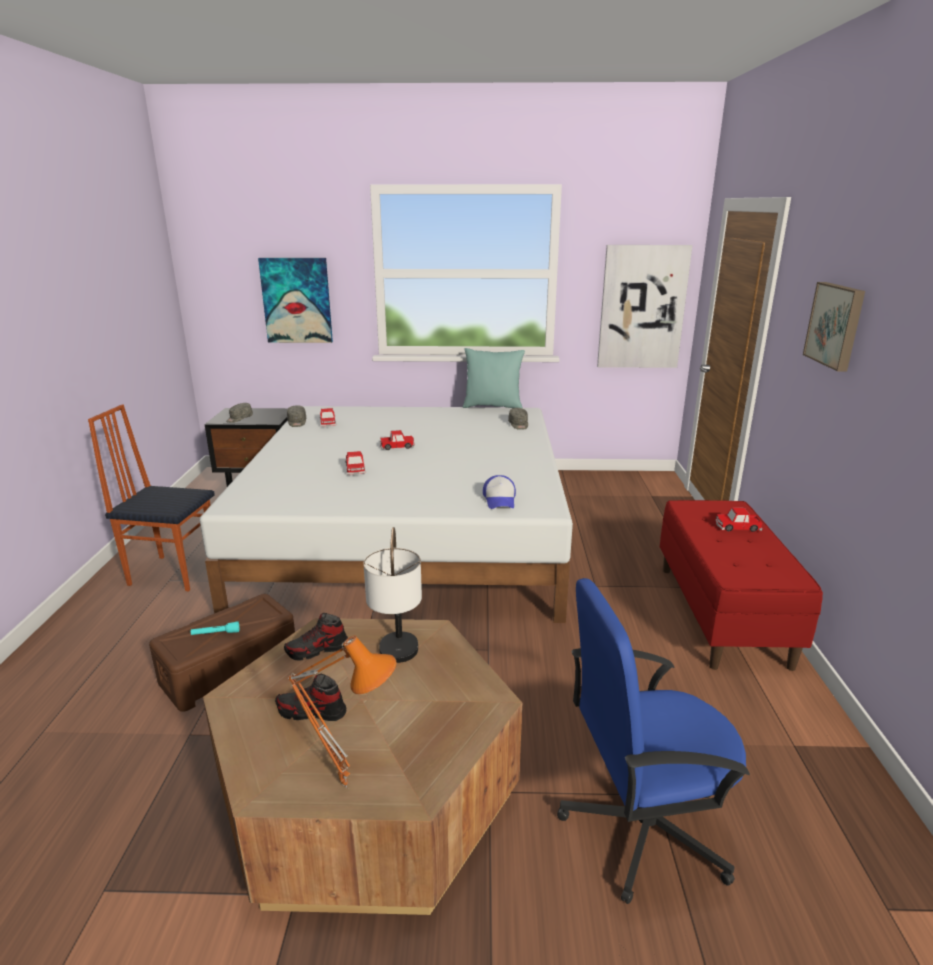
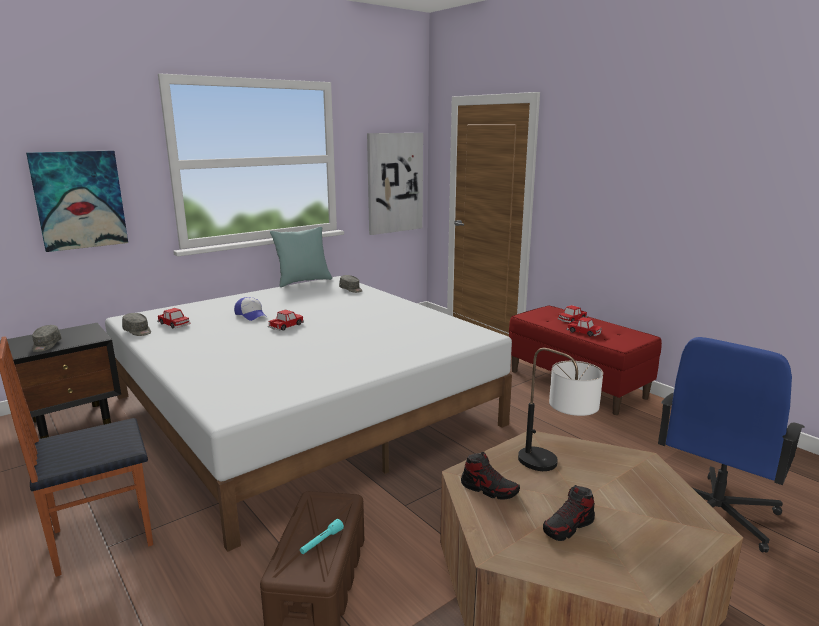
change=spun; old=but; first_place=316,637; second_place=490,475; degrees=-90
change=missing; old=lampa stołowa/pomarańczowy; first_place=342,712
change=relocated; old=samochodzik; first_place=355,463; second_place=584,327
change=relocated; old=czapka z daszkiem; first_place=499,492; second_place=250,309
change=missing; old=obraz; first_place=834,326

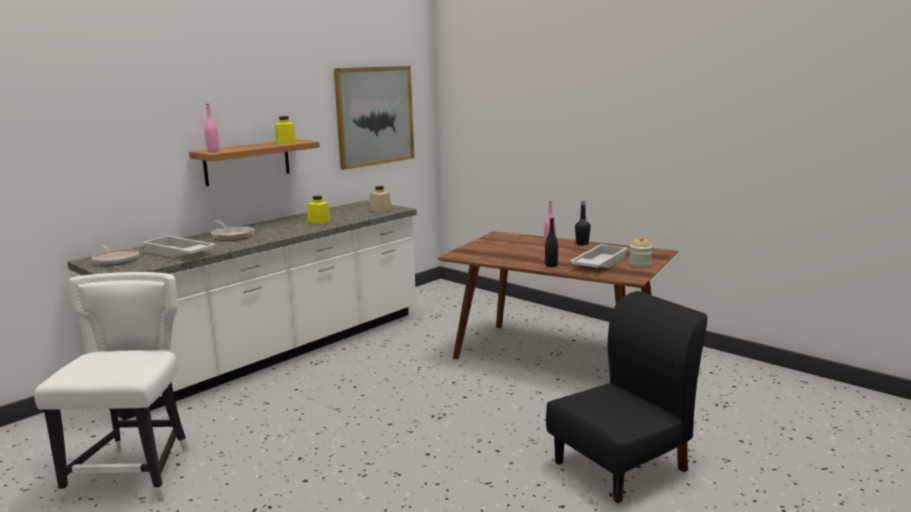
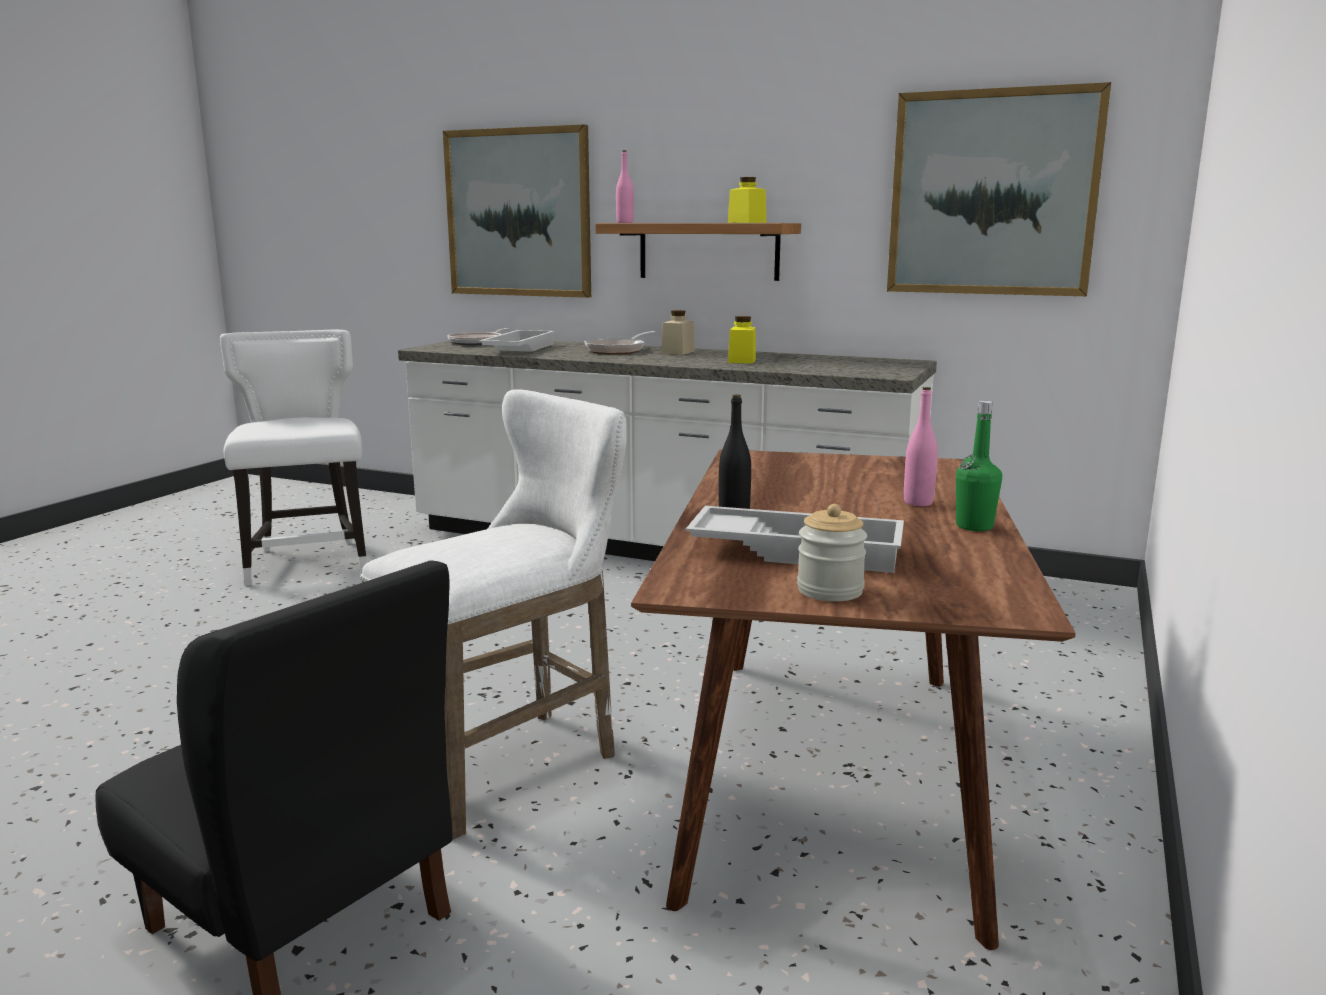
change=spun; old=krzesło/biały; first_place=111,387; second_place=293,458; degrees=-90
change=relocated; old=słoik/beżowy; first_place=380,199; second_place=678,332
change=colour; old=butelka/czarny; new=butelka/zielony; first_place=583,222; second_place=979,466
change=appeared; new=stołek/biały; second_place=493,614
change=appeared; new=obraz; second_place=517,211

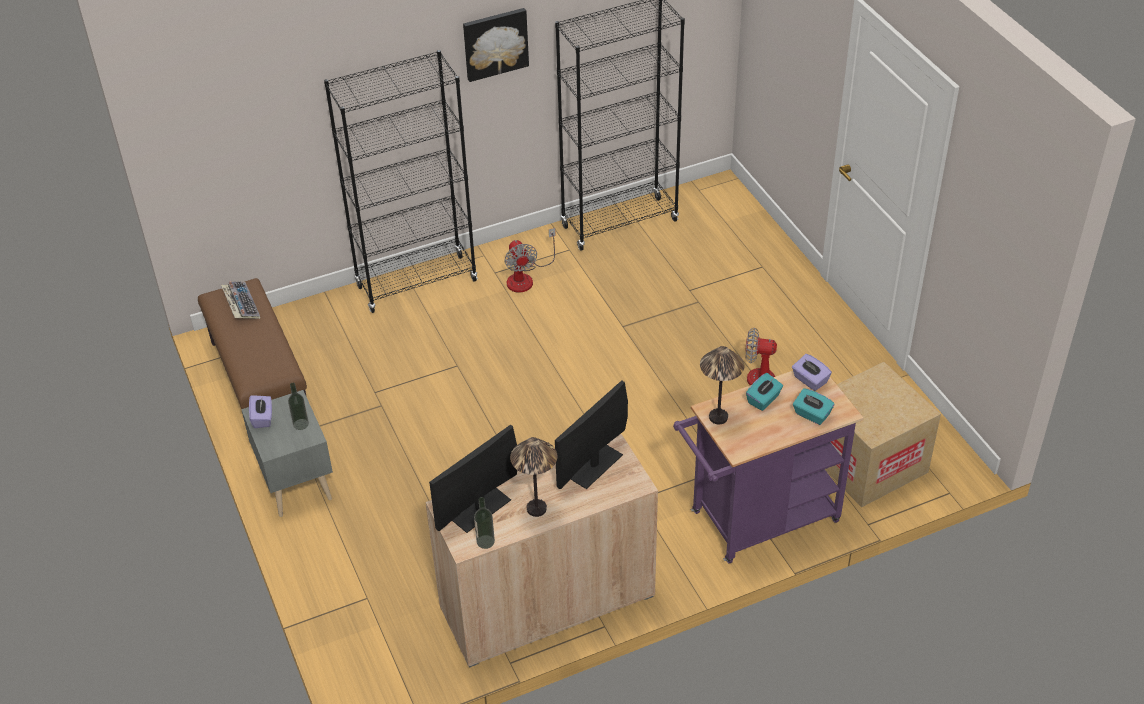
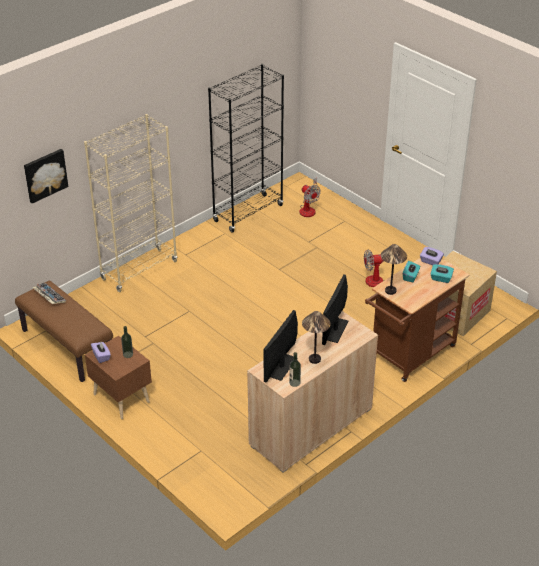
change=colour; old=szafka nocna/szary; new=szafka nocna/brązowy; first_place=287,453; second_place=118,377
change=colour; old=regał/czarny; new=regał/beżowy; first_place=401,181; second_place=130,203
change=relocated; old=obraz; first_place=496,45; second_place=46,176
change=relocated; old=wentylator; first_place=530,260; second_place=309,197
change=colour; old=wózek/fioletowy; new=wózek/brązowy; first_place=768,467; second_place=417,320

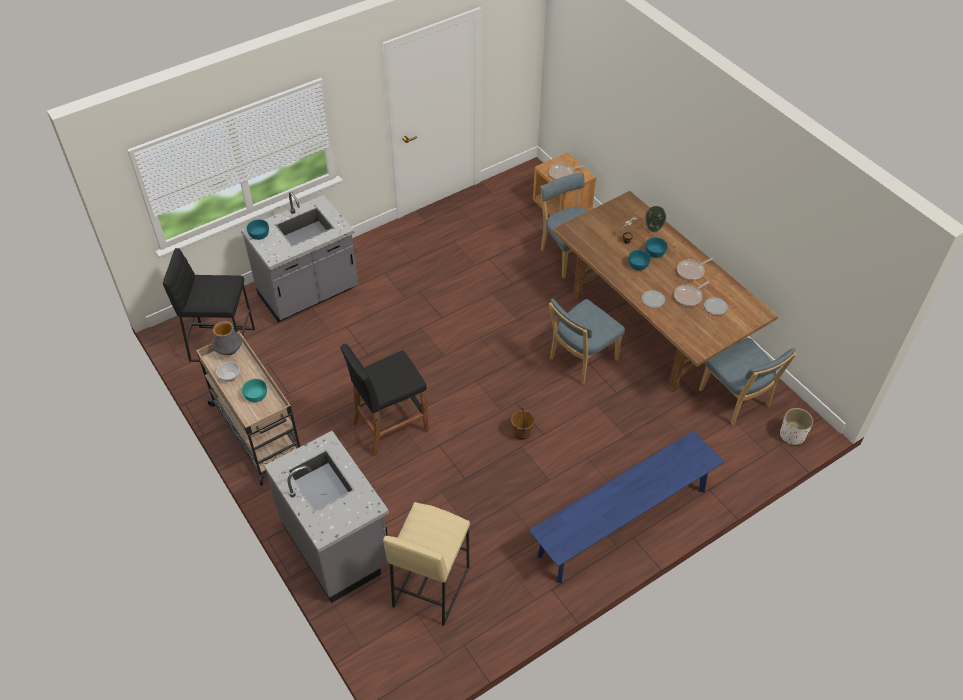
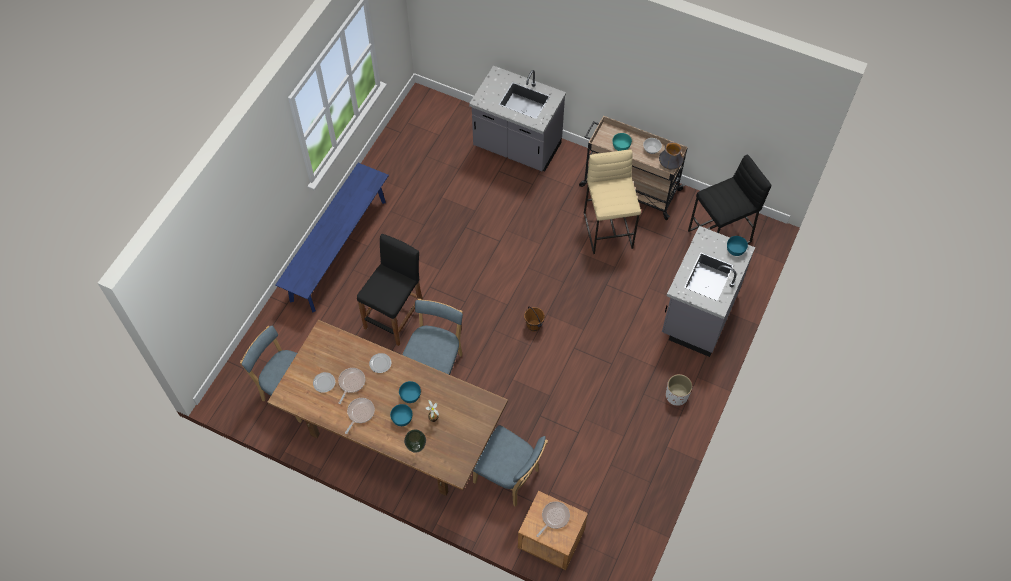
change=relocated; old=stołek/czarny; first_place=385,400; second_place=390,290
change=relocated; old=stołek/beżowy; first_place=426,564; second_place=612,201
change=relocated; old=wiadro/brązowy; first_place=523,423; second_place=534,319
change=relocated; old=donica/biały; first_place=796,426; second_place=679,390

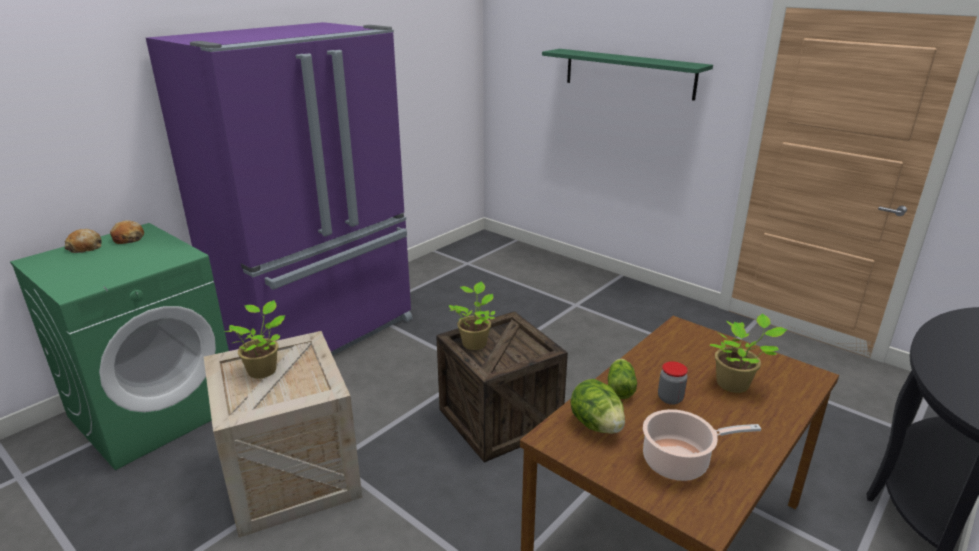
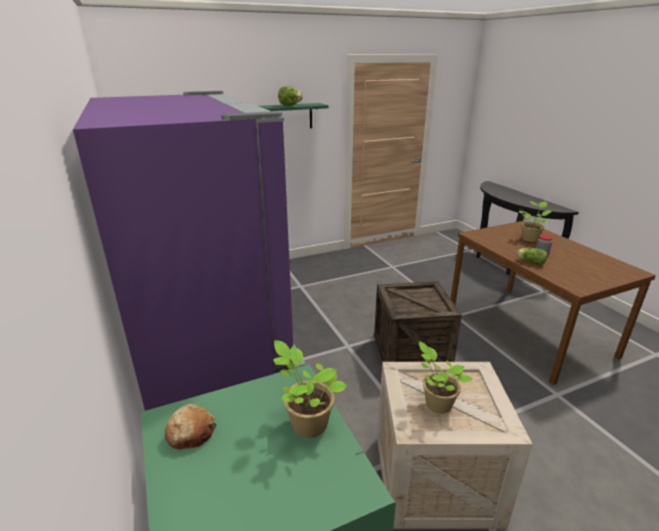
change=missing; old=chleb; first_place=83,241
change=relocated; old=roślina doniczkowa; first_place=472,316; second_place=310,389
change=relocated; old=sałata; first_place=597,406; second_place=290,96
change=missing; old=garnek; first_place=702,445

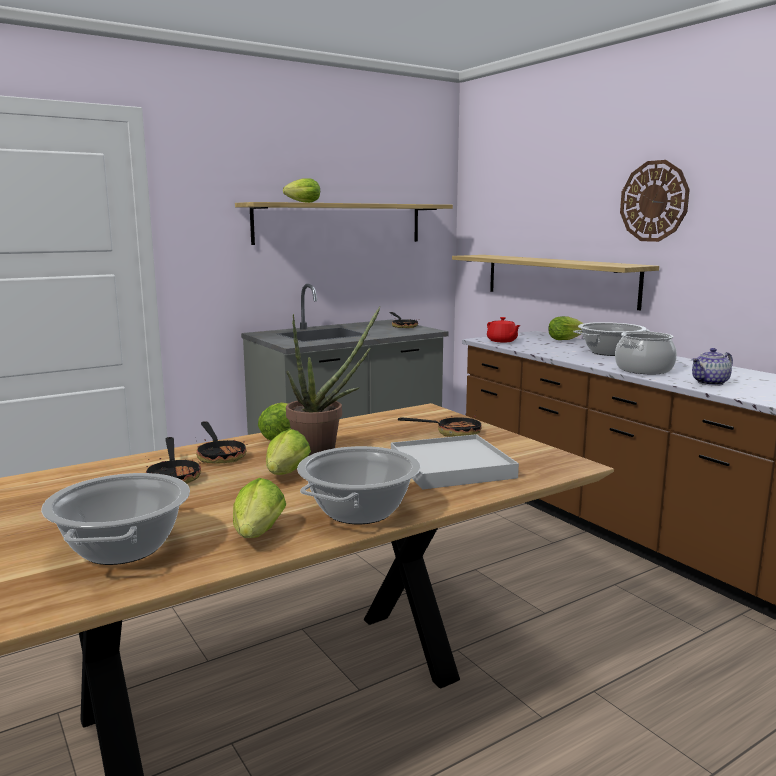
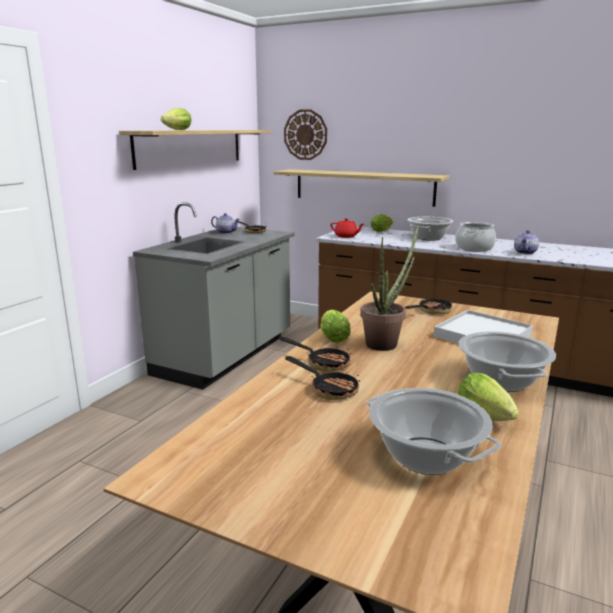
change=missing; old=sałata; first_place=288,452
change=relocated; old=zegar ścienny; first_place=655,201; second_place=305,134
change=appeared; new=imbryk; second_place=225,223

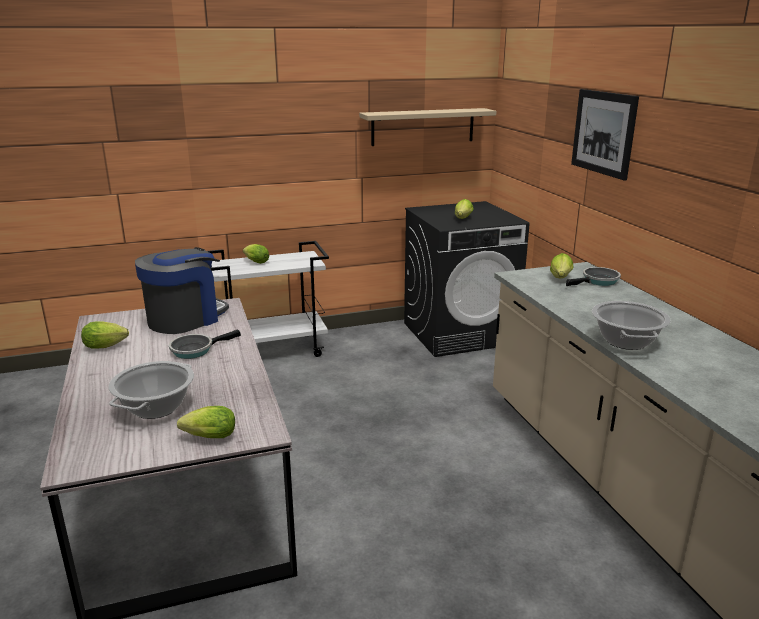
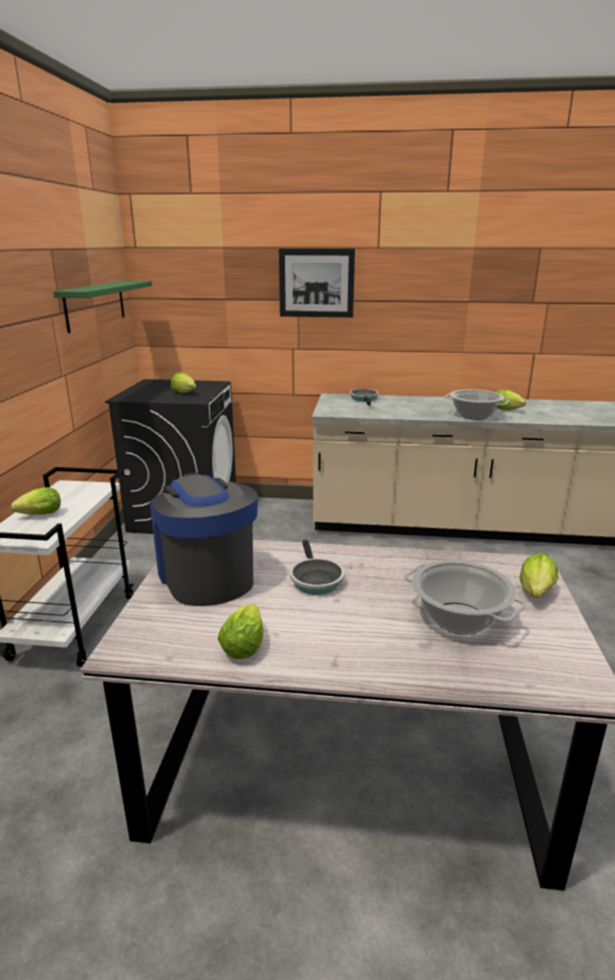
change=colour; old=półka/beżowy; new=półka/zielony; first_place=428,127; second_place=102,307
change=relocated; old=sałata; first_place=561,265; second_place=511,399

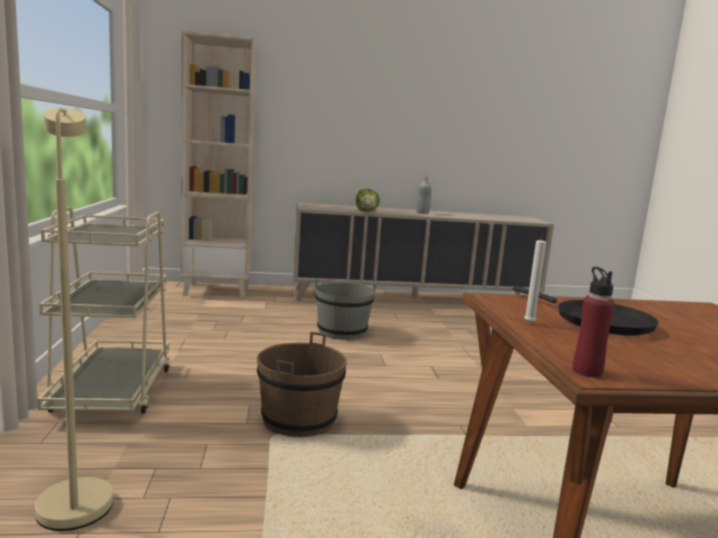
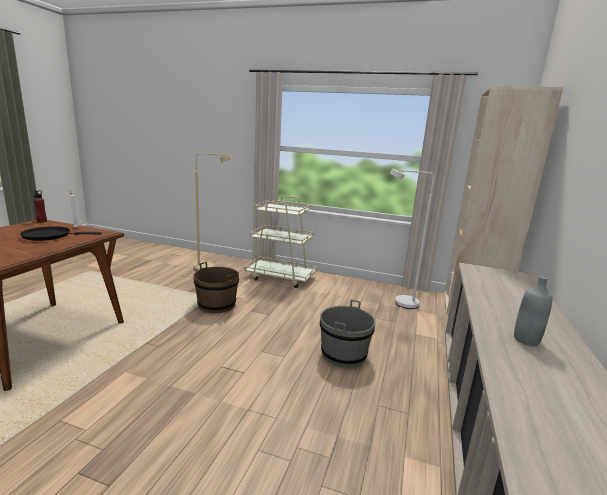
change=missing; old=sałata; first_place=368,200
change=appeared; new=lampa stojąca/biały; second_place=412,239

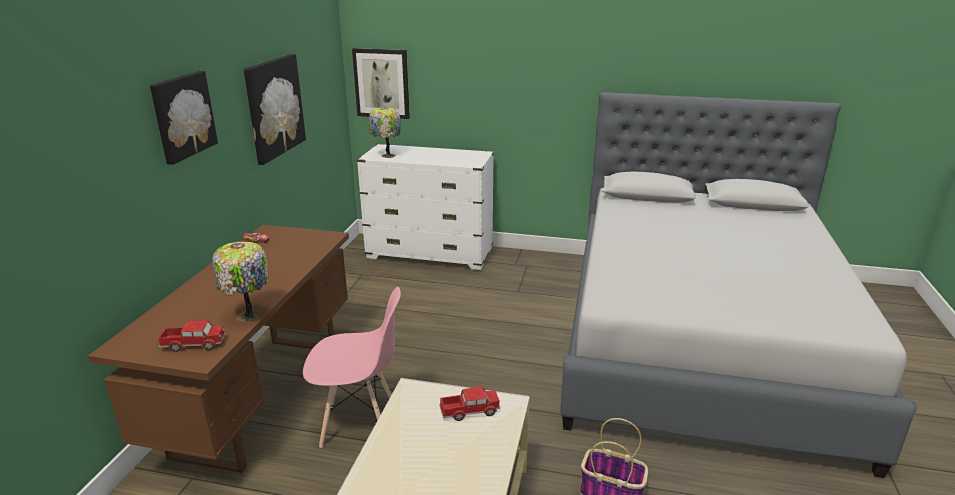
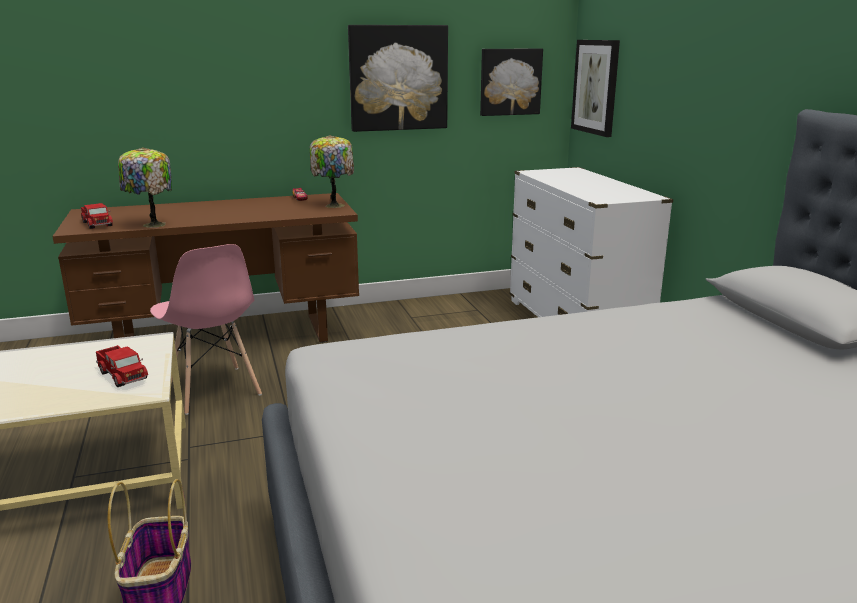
change=relocated; old=obraz; first_place=184,118; second_place=511,82
change=relocated; old=lampa stołowa; first_place=385,132; second_place=331,171

